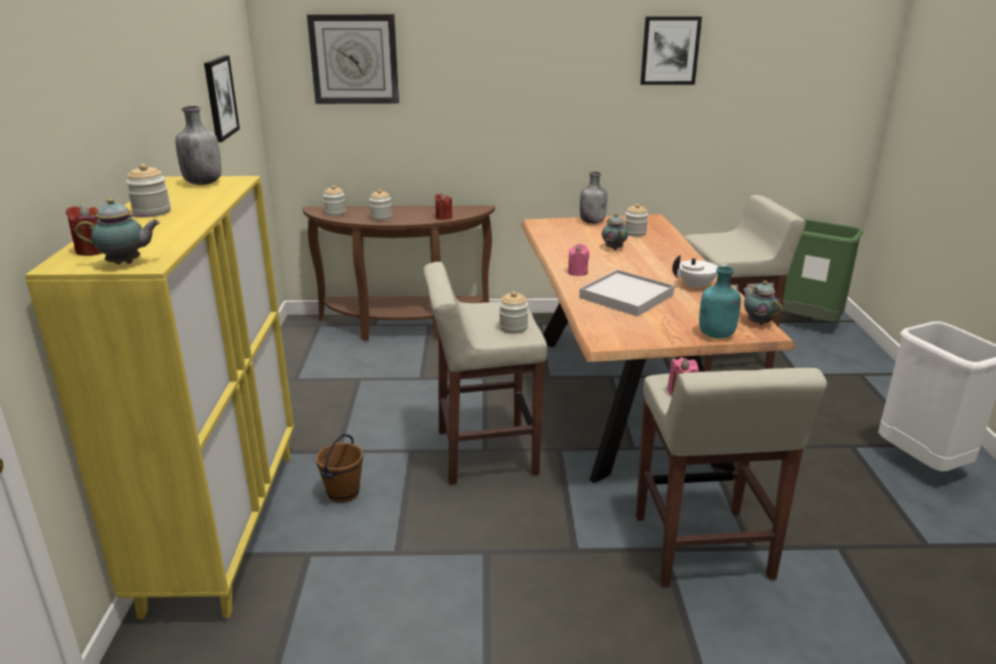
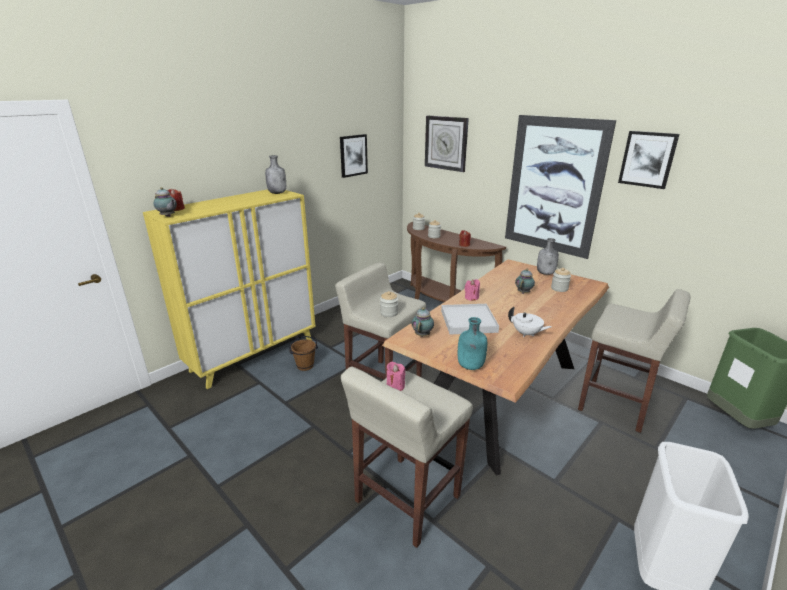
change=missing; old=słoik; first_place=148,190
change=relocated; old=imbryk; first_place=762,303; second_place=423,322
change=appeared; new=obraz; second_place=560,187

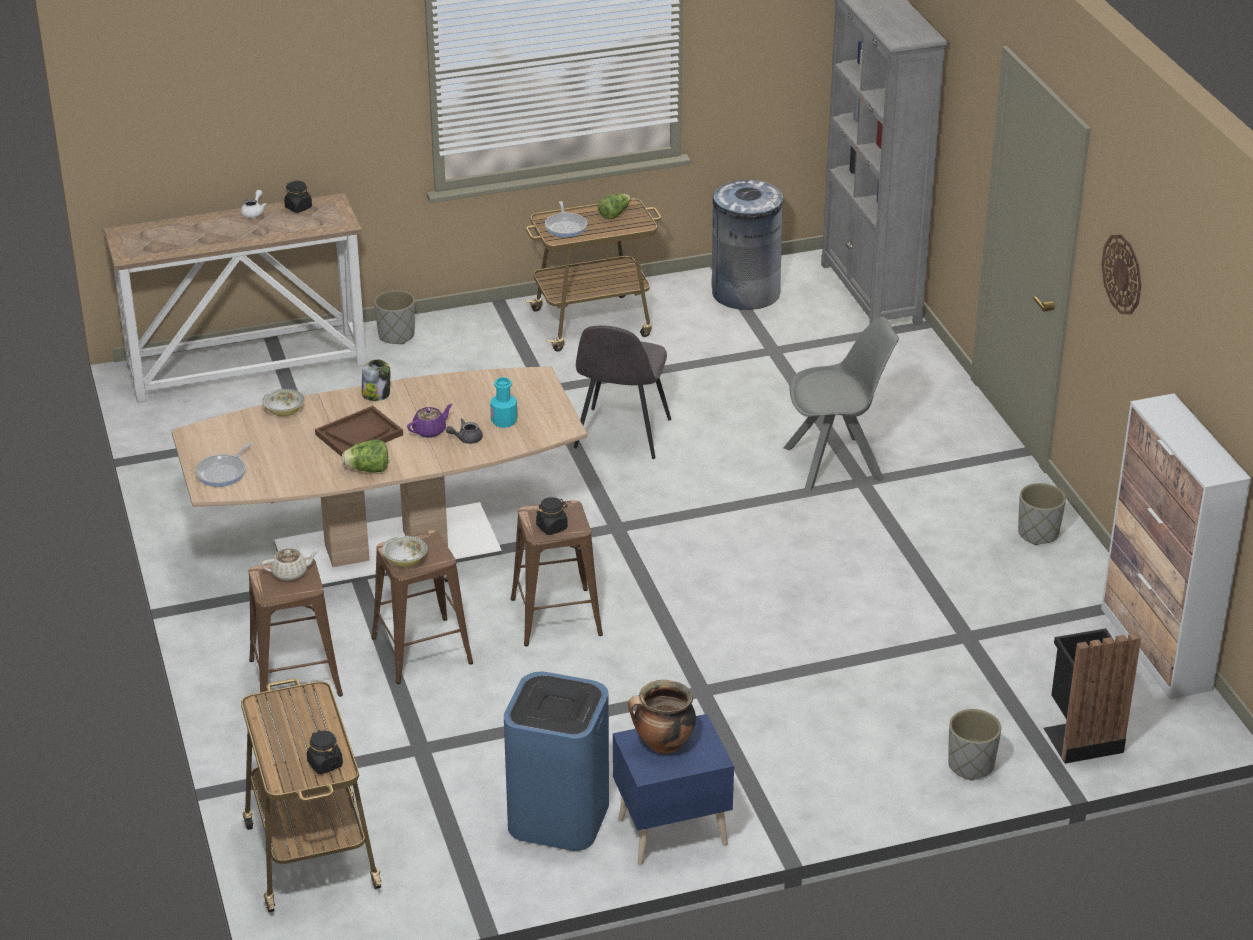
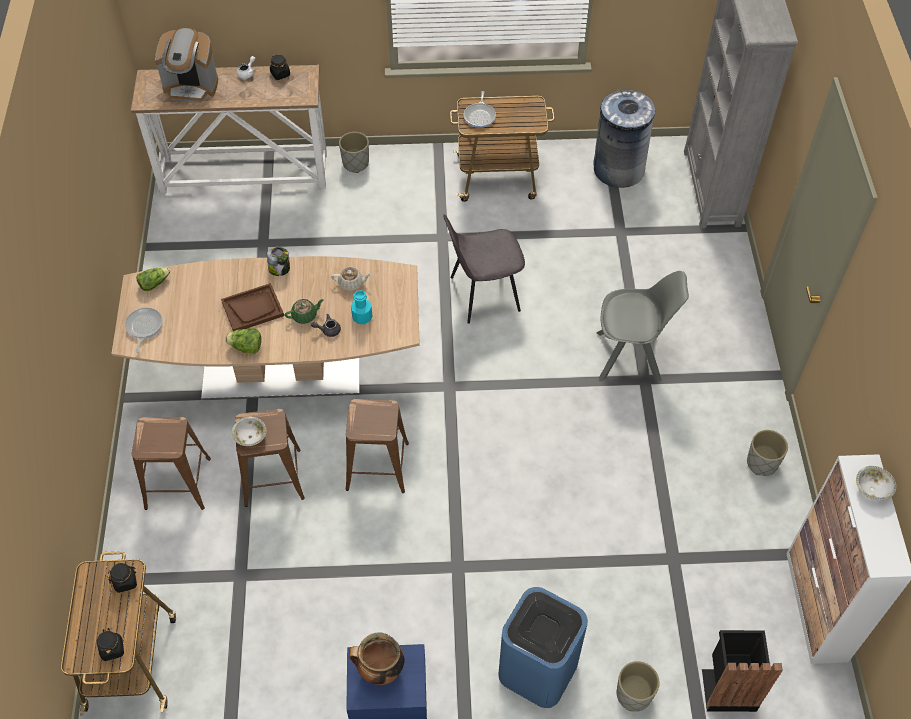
change=spun; old=patelnia; first_place=224,464; second_place=144,330; degrees=135
change=relocated; old=imbryk/beżowy; first_place=290,564; second_place=351,279
change=relocated; old=miska; first_place=283,403; second_place=876,483
change=colour; old=imbryk/fioletowy; new=imbryk/zielony; first_place=429,421; second_place=304,311
change=relocated; old=kosz na śmieci/niebieski; first_place=556,761; second_place=543,647
change=relocated; old=słoik/czarny; first_place=552,516; second_place=122,578
change=spun; old=krzesło/szary; first_place=622,392; second_place=484,269; degrees=45
change=relocated; old=sałata; first_place=614,206; second_place=153,279
change=missing; old=zegar ścienny; first_place=1121,274
change=appeared; new=ekspres do kawy; second_place=186,65

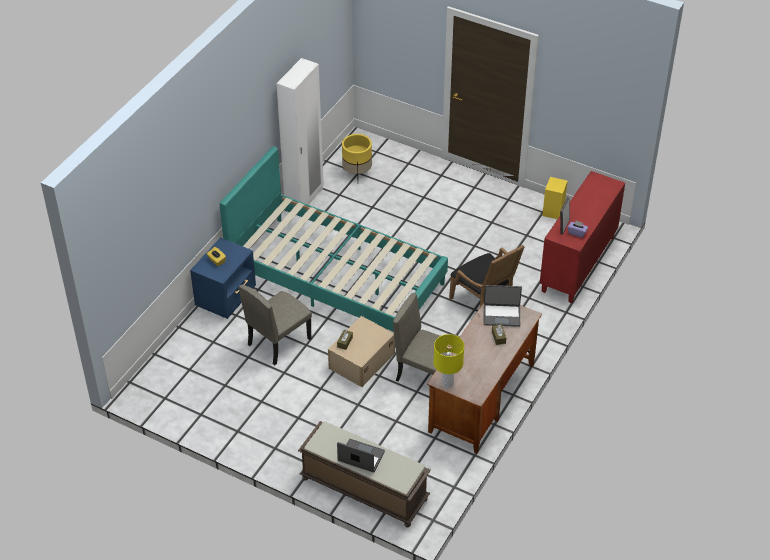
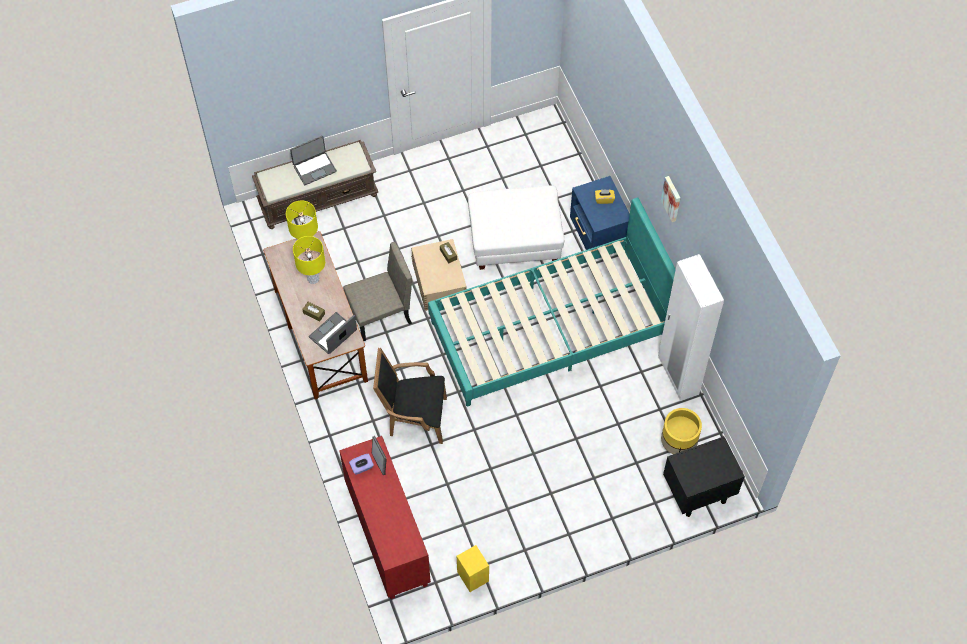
change=exchanged; old=krzesło/beżowy; new=pufa/biały; first_place=275,325; second_place=516,228
change=appeared; new=lampa stołowa/żółty; second_place=309,260
change=appeared; new=obraz; second_place=670,199
change=appeared; new=szafka nocna/czarny; second_place=704,476

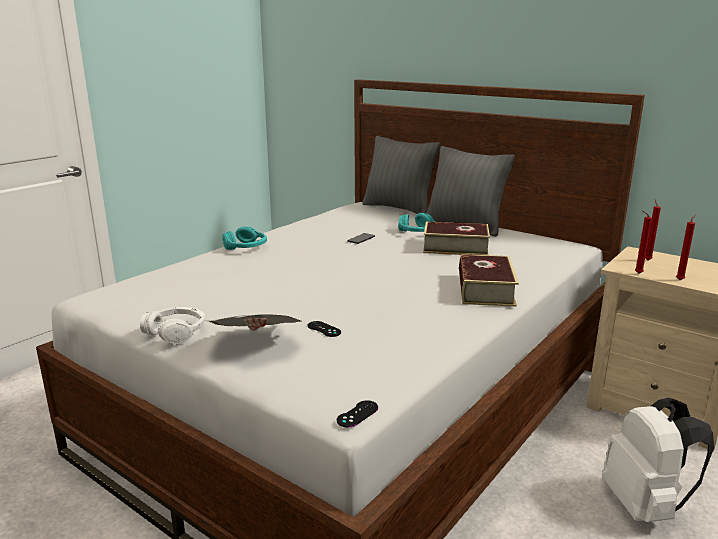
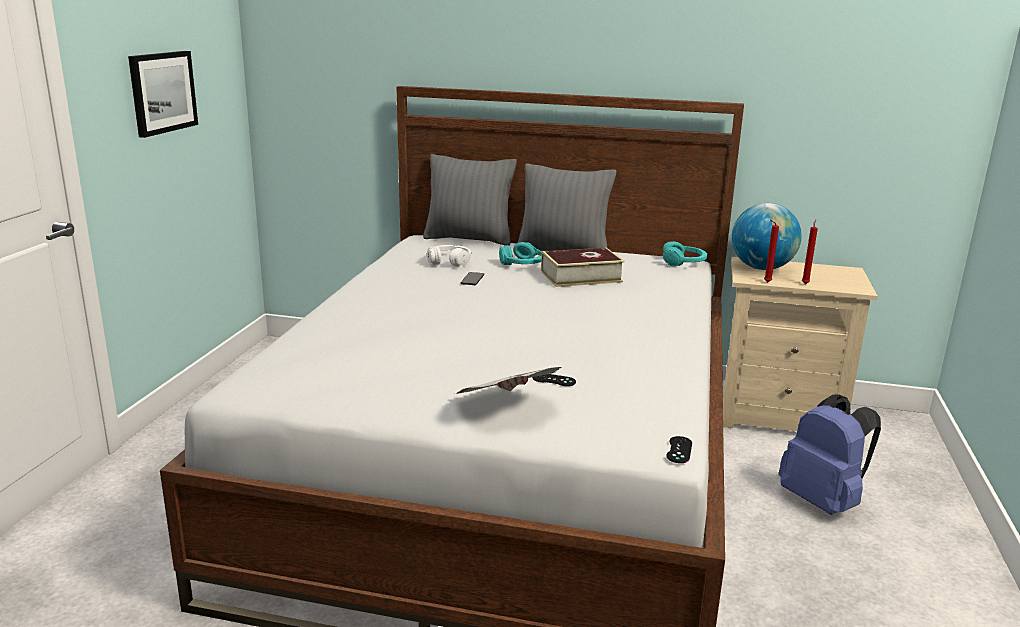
change=relocated; old=słuchawki/biały; first_place=172,325; second_place=449,256
change=relocated; old=słuchawki/turkusowy; first_place=244,238; second_place=684,253
change=missing; old=książka; first_place=489,280
change=colour; old=plecak/biały; new=plecak/niebieski; first_place=658,460; second_place=830,454
change=exchanged; old=świeca/czerwony; new=globus; first_place=653,229; second_place=767,236
change=appeared; new=obraz; second_place=163,94

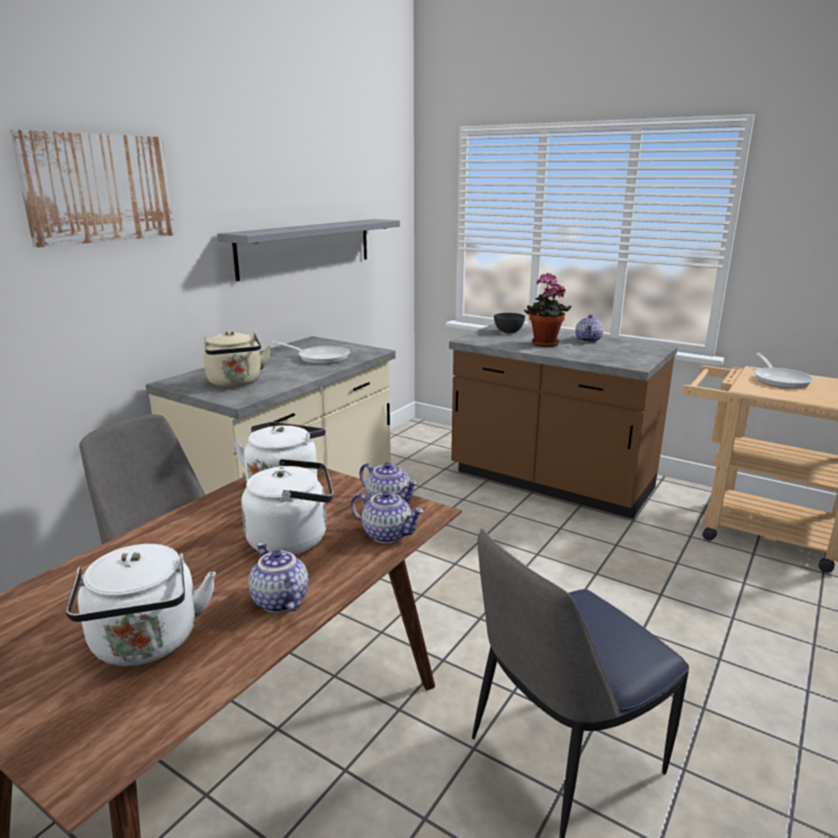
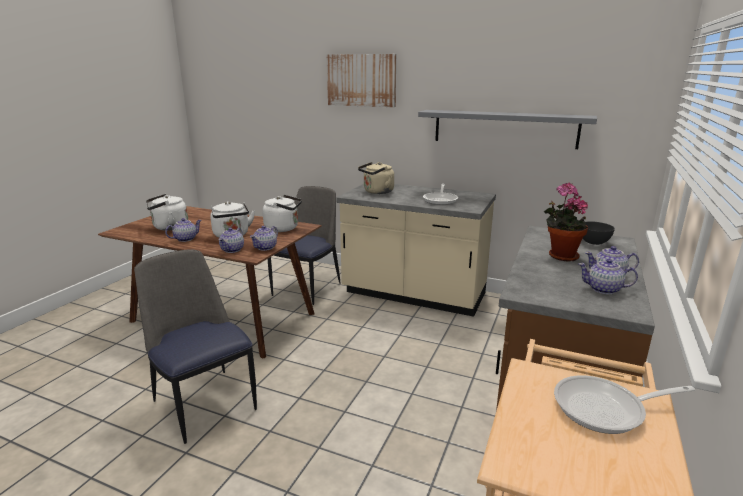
change=appeared; new=imbryk; second_place=608,276

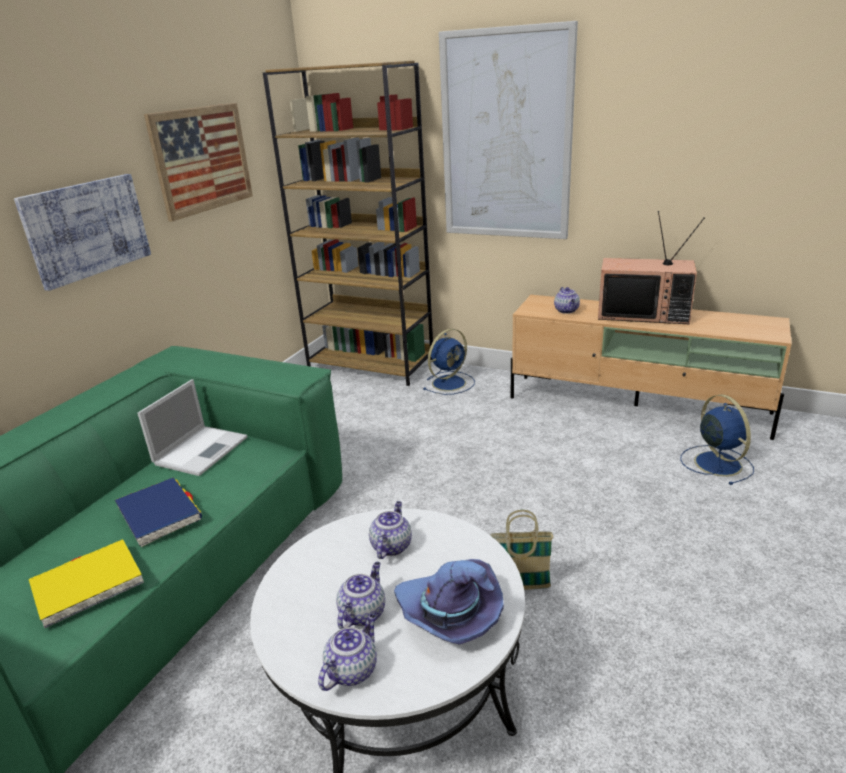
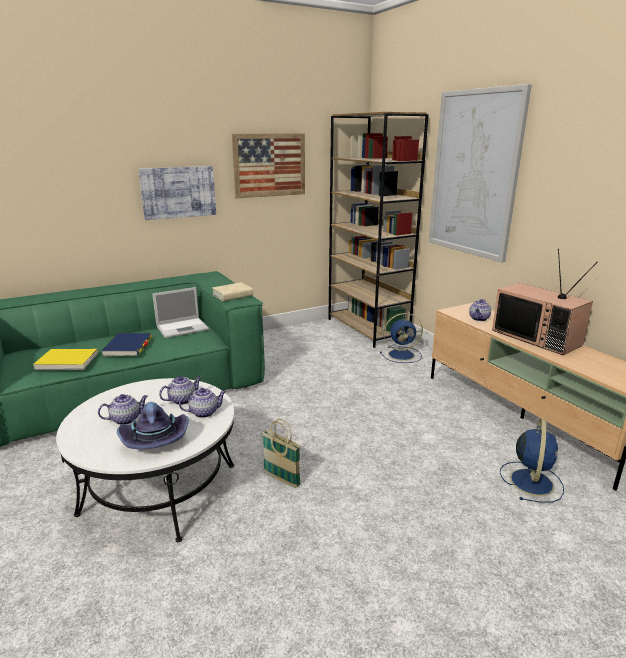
change=relocated; old=imbryk; first_place=347,652; second_place=202,403
change=appeared; new=książka/beżowy; second_place=232,291

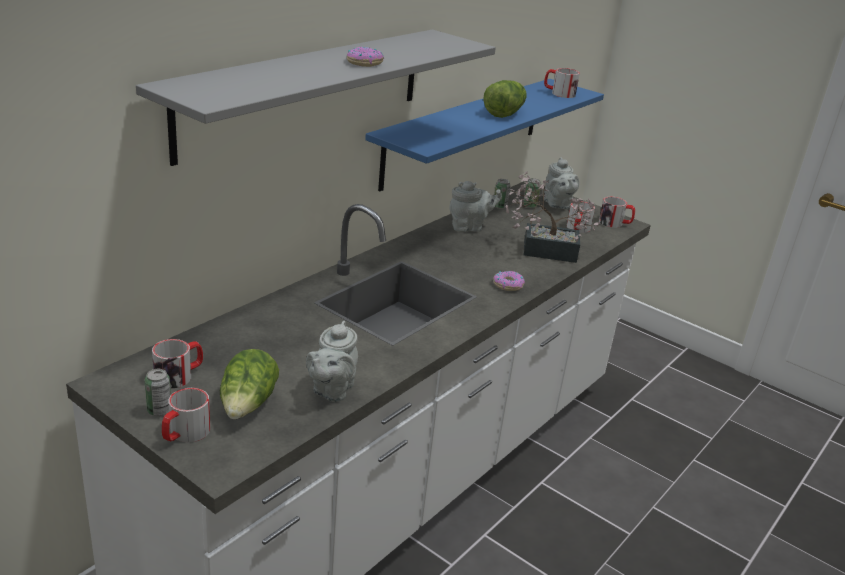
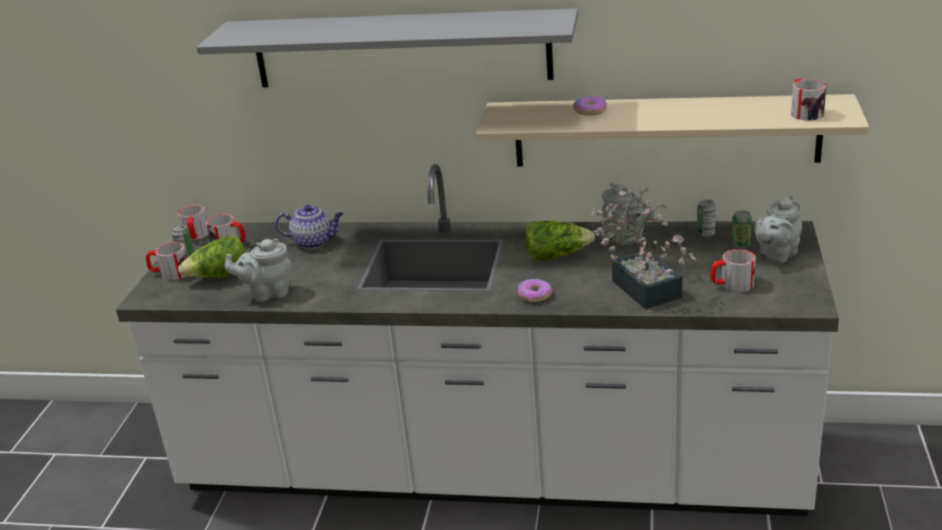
change=relocated; old=donut; first_place=365,57; second_place=590,105
change=colour; old=półka/niebieski; new=półka/beżowy; first_place=484,135; second_place=672,130
change=relocated; old=sałata; first_place=505,99; second_place=560,241
change=relocated; old=kubek; first_place=617,212; second_place=192,222
change=appeared; new=imbryk; second_place=309,227

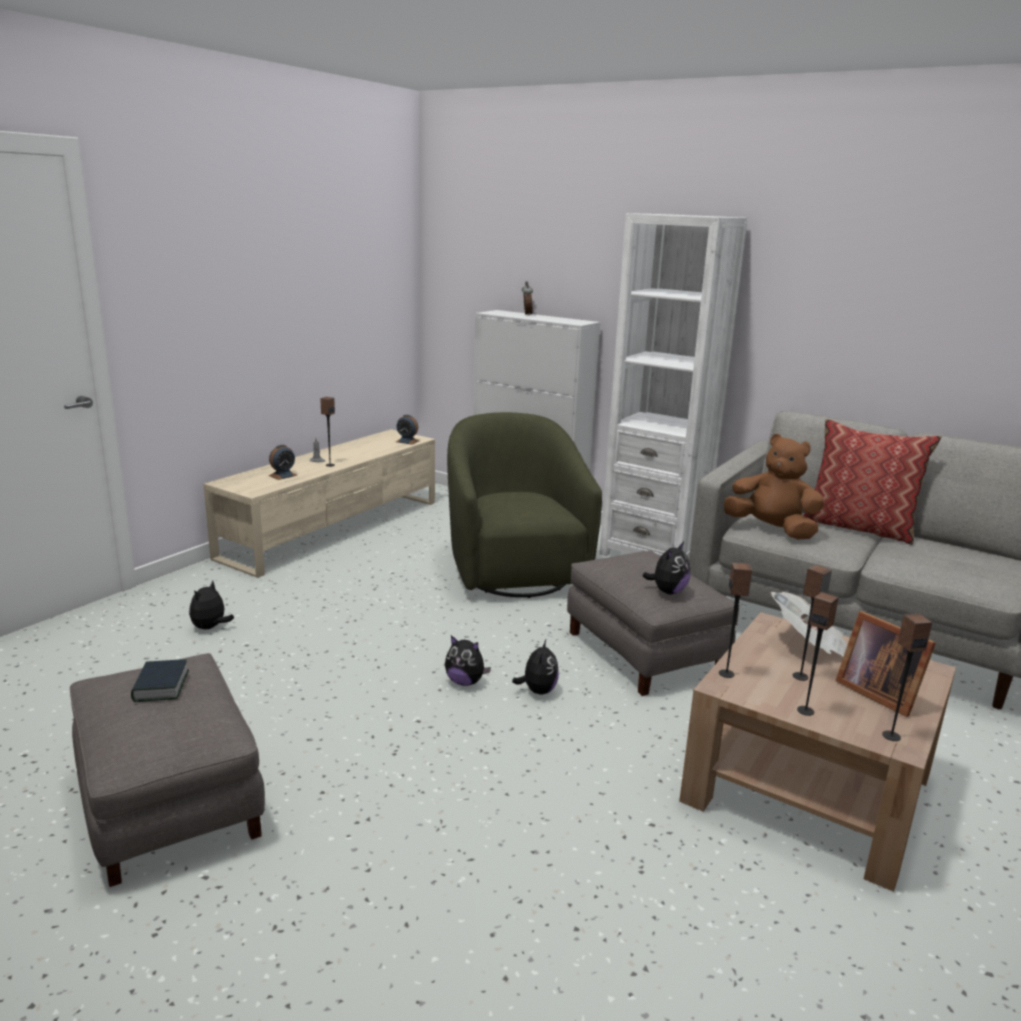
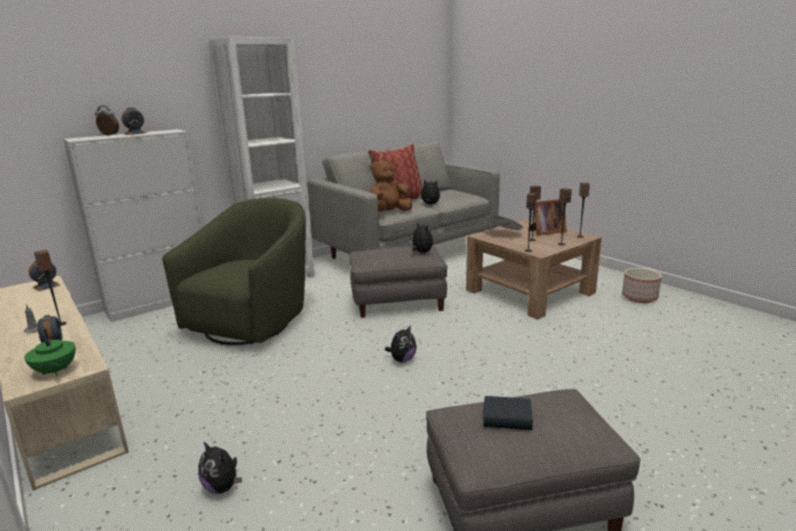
change=spun; old=fotel/zielony; first_place=524,505; second_place=234,271; degrees=105
change=relocated; old=pluszak; first_place=535,667; second_place=429,192
change=appeared; new=imbryk/zielony; second_place=50,352
change=appeared; new=budzik; second_place=133,121
change=appeared; new=donica; second_place=642,285

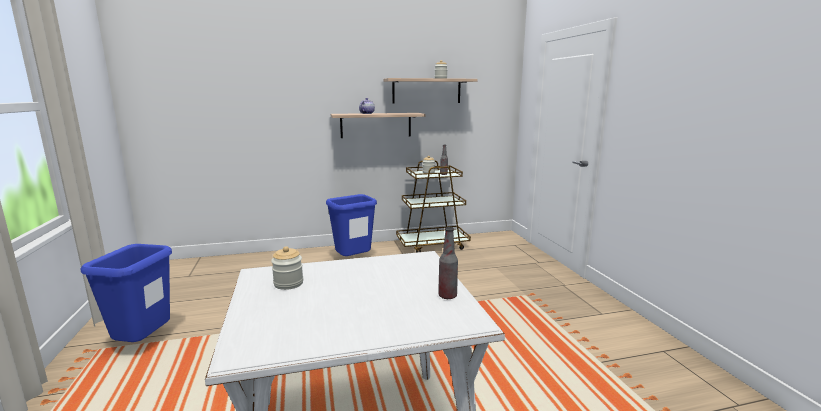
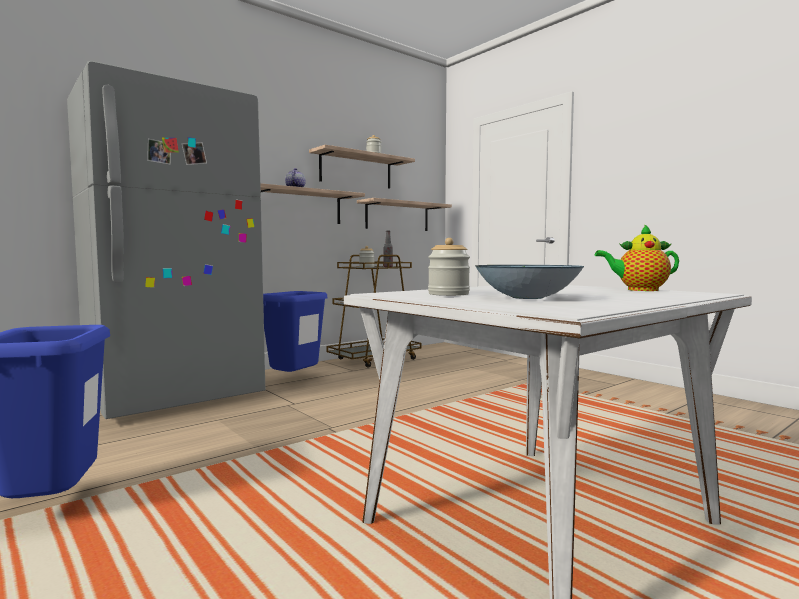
change=exchanged; old=butelka; new=imbryk; first_place=448,263; second_place=637,257
change=appeared; new=lodówka/szary; second_place=166,240
change=appeared; new=półka; second_place=404,214
change=appeared; new=miska; second_place=529,282

